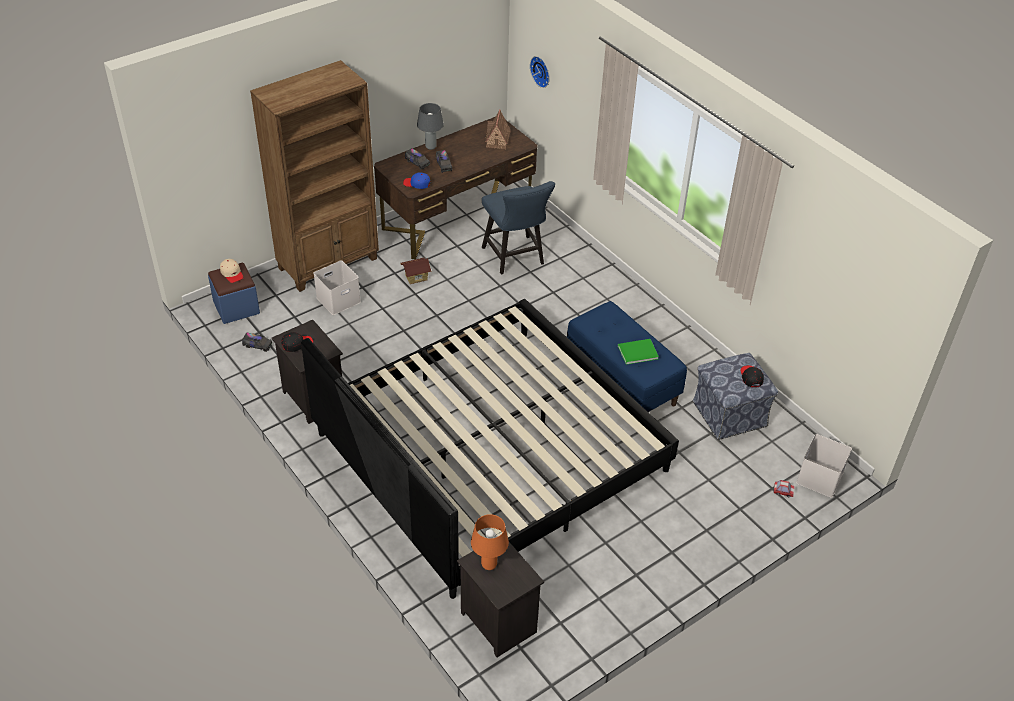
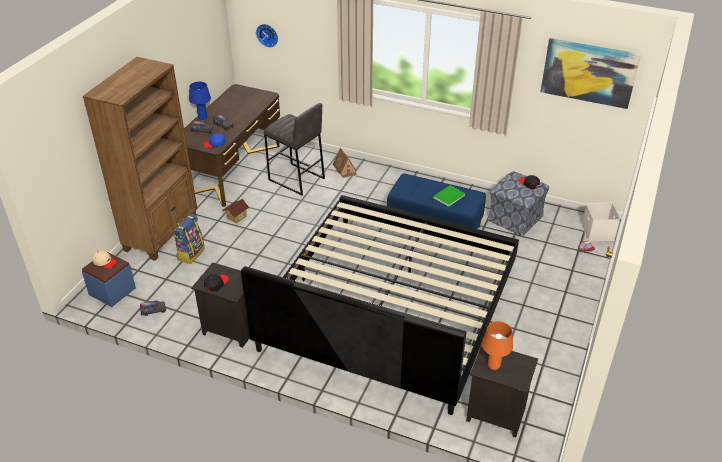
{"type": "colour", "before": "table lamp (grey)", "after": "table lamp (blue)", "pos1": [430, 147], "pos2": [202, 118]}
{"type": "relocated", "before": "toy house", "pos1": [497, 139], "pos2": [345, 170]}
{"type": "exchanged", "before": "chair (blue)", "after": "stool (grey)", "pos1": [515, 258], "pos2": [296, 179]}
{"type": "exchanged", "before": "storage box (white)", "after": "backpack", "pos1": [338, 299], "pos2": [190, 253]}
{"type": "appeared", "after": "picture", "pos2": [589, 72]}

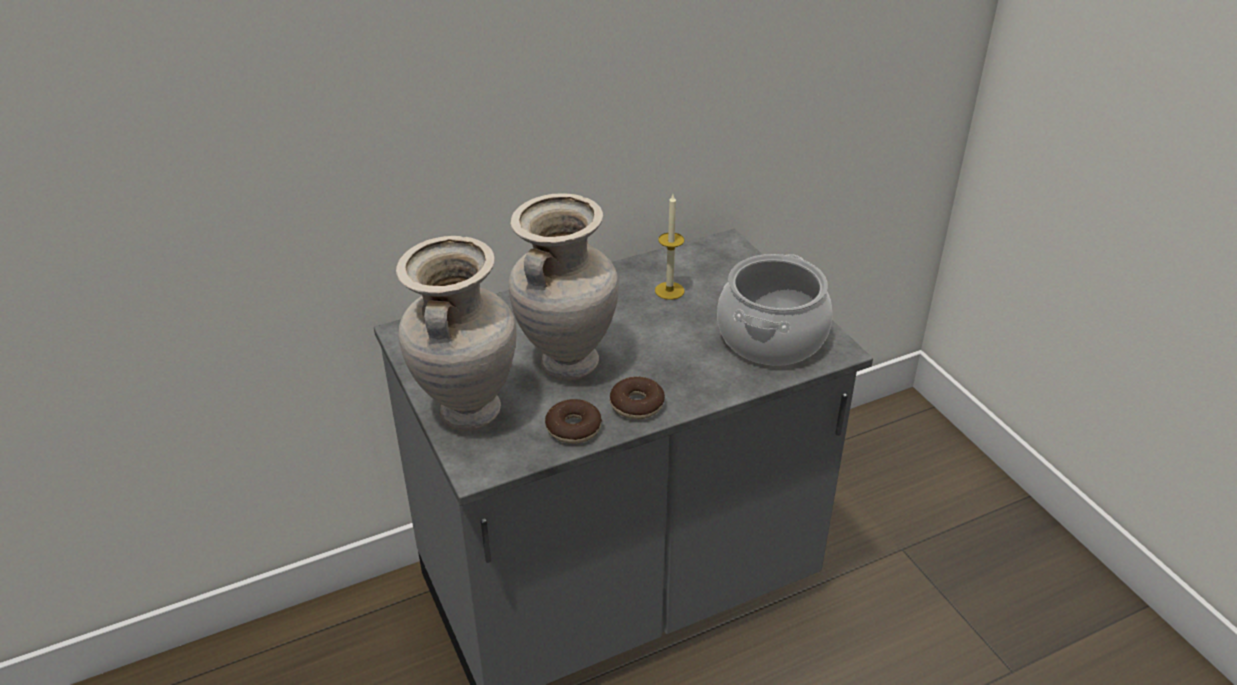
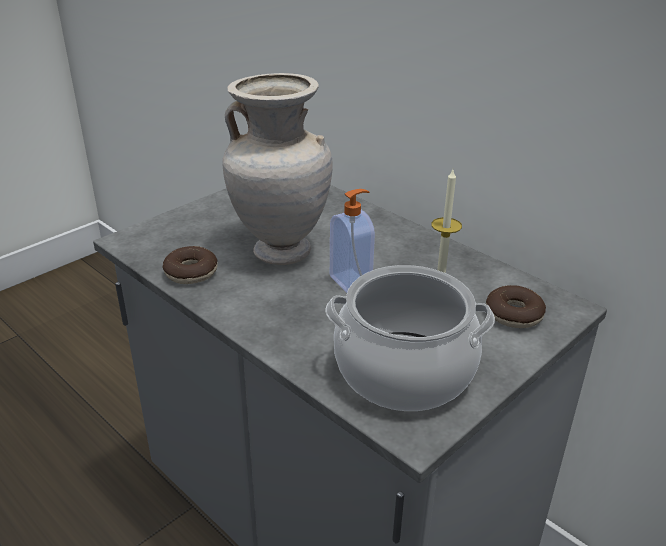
{"type": "missing", "before": "vase (beige)", "pos1": [467, 412]}
{"type": "relocated", "before": "donut", "pos1": [637, 405], "pos2": [513, 315]}
{"type": "appeared", "after": "soap dispenser", "pos2": [352, 281]}

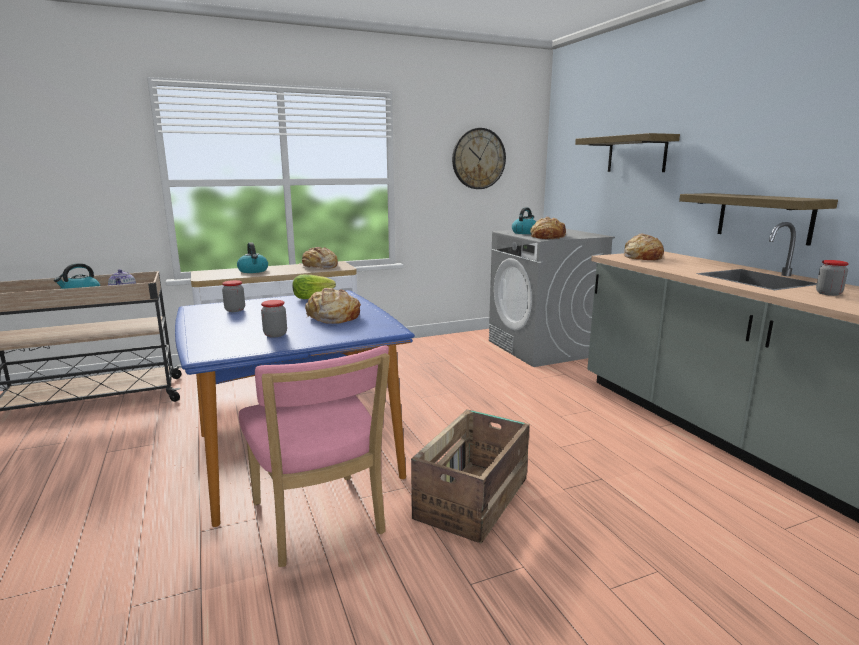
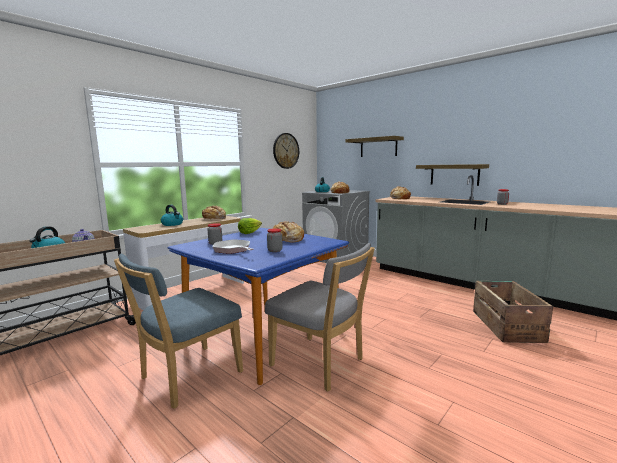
{"type": "colour", "before": "chair (pink)", "after": "chair (grey)", "pos1": [319, 522], "pos2": [320, 364]}
{"type": "relocated", "before": "crate", "pos1": [474, 497], "pos2": [506, 325]}
{"type": "appeared", "after": "frying pan", "pos2": [233, 250]}
{"type": "appeared", "after": "chair (blue)", "pos2": [187, 377]}

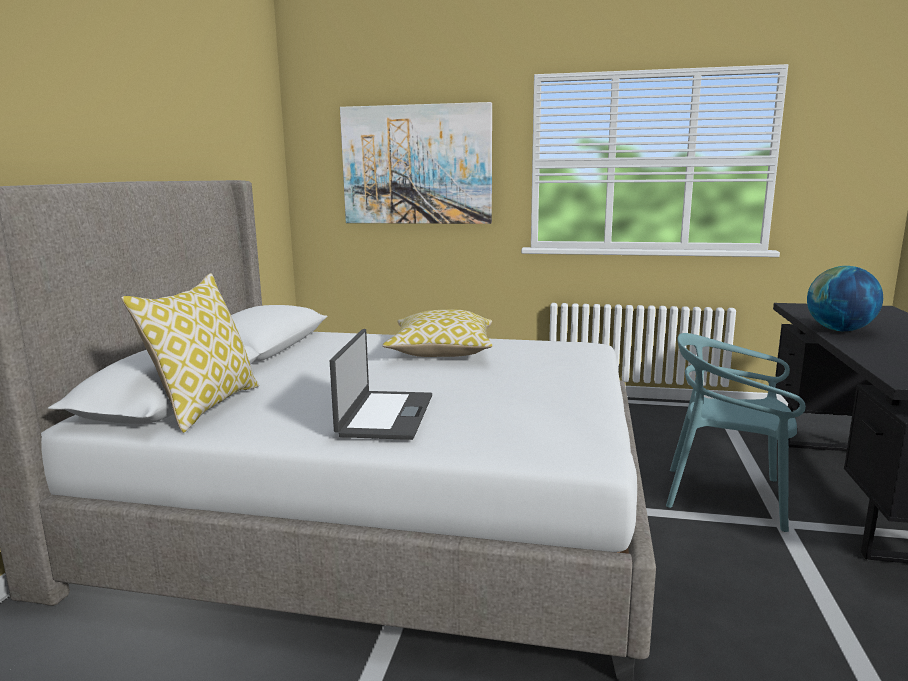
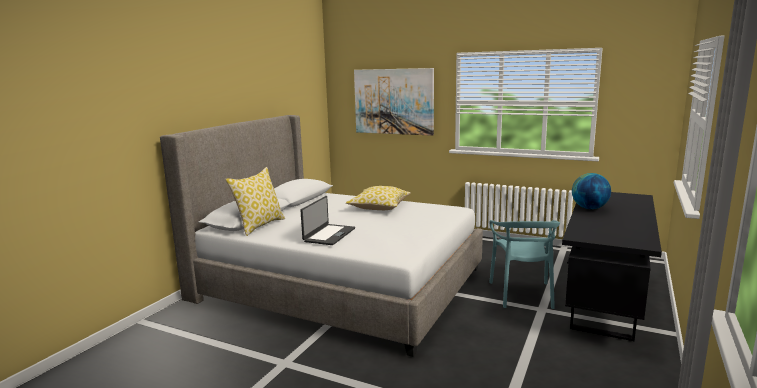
{"type": "spun", "before": "chair (turquoise)", "pos1": [726, 496], "pos2": [522, 294], "turn": -120}

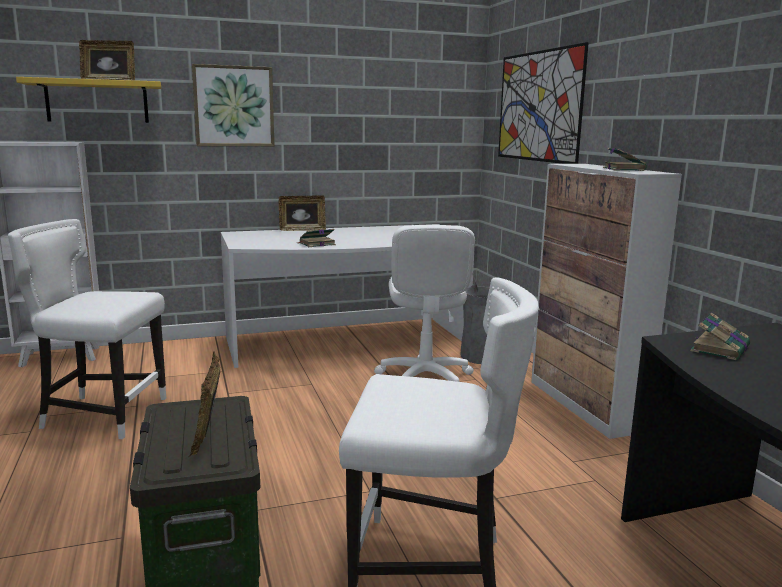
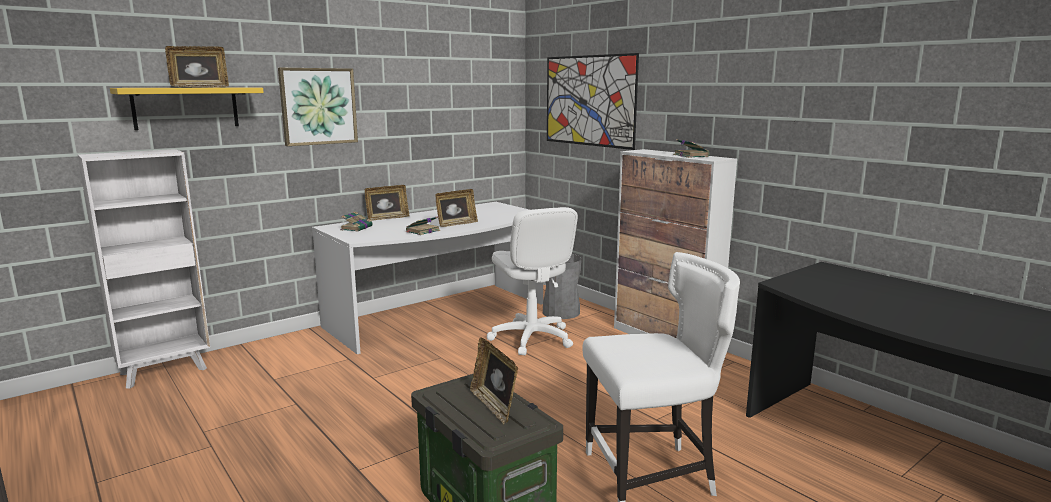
{"type": "missing", "before": "chair (white)", "pos1": [101, 414]}
{"type": "relocated", "before": "book", "pos1": [720, 348], "pos2": [357, 228]}
{"type": "appeared", "after": "picture frame", "pos2": [456, 224]}

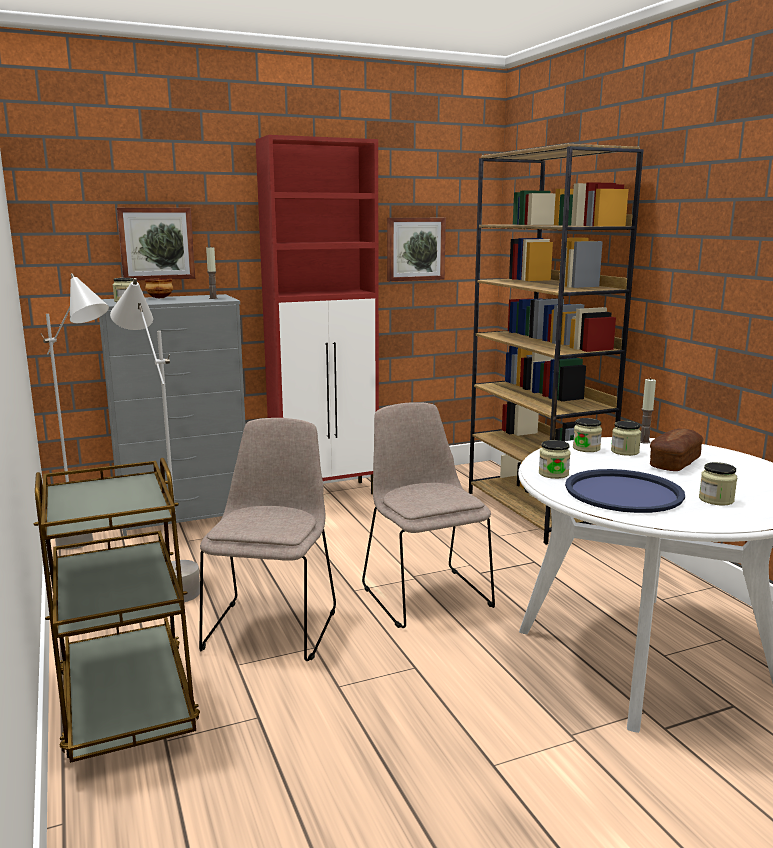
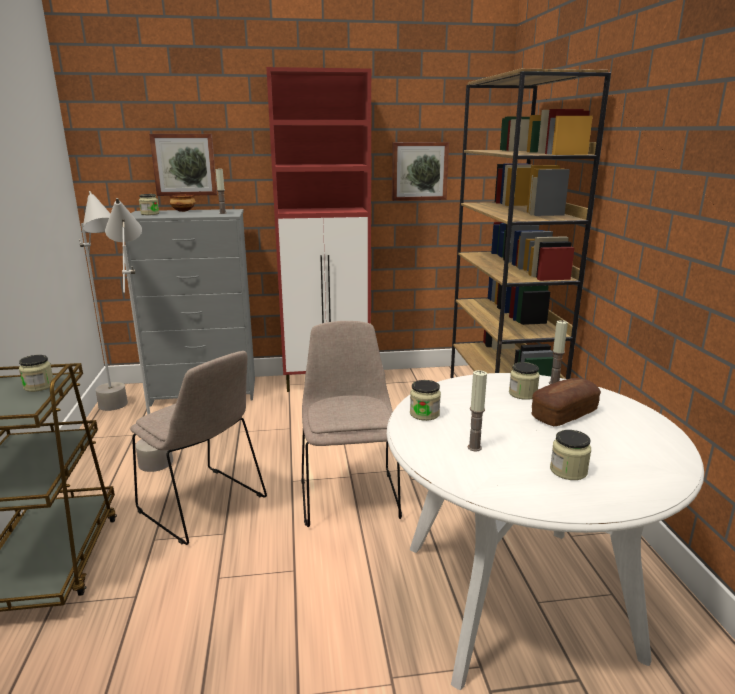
{"type": "spun", "before": "chair (beige)", "pos1": [272, 626], "pos2": [204, 506], "turn": 105}
{"type": "relocated", "before": "jar", "pos1": [586, 448], "pos2": [39, 386]}
{"type": "exchanged", "before": "tray (blue)", "after": "candle", "pos1": [623, 493], "pos2": [474, 447]}

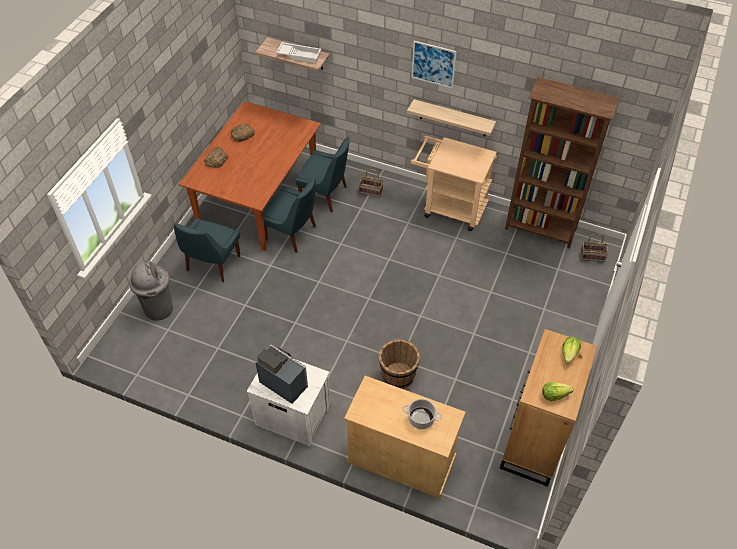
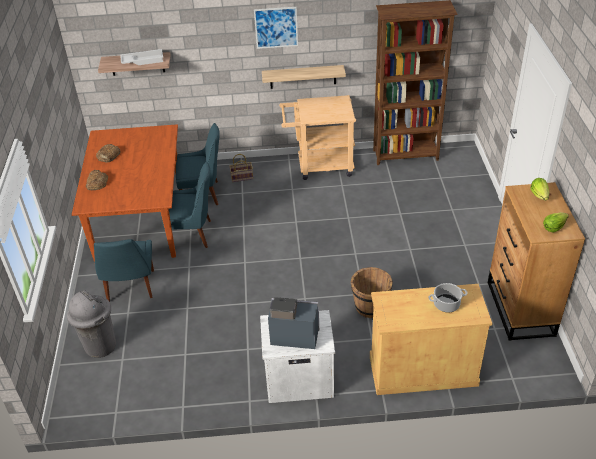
{"type": "missing", "before": "basket", "pos1": [593, 256]}

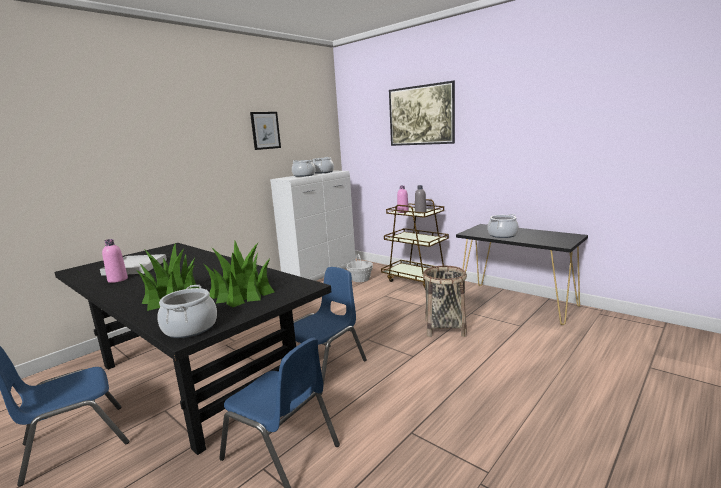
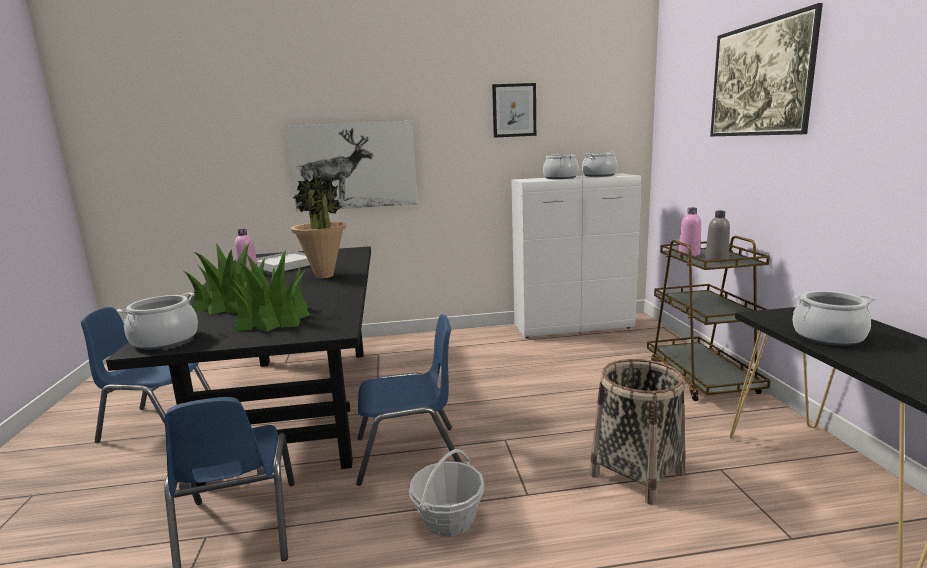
{"type": "relocated", "before": "basket", "pos1": [360, 279], "pos2": [448, 519]}
{"type": "appeared", "after": "picture", "pos2": [354, 166]}
{"type": "appeared", "after": "potted plant", "pos2": [324, 276]}

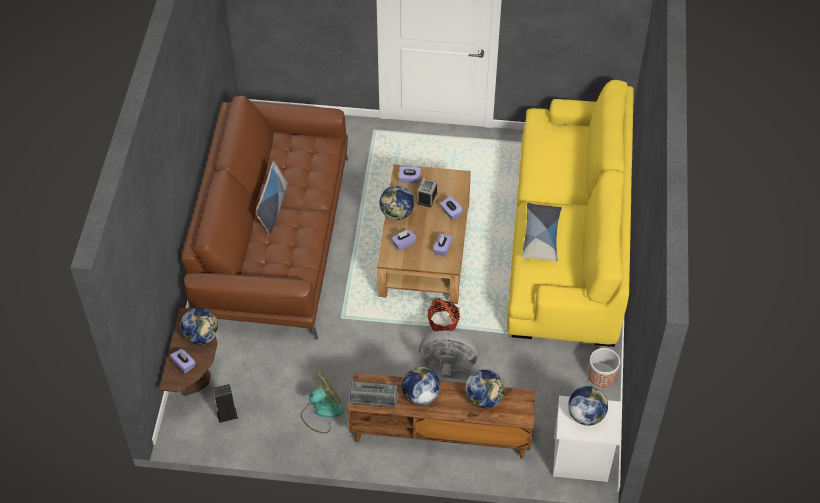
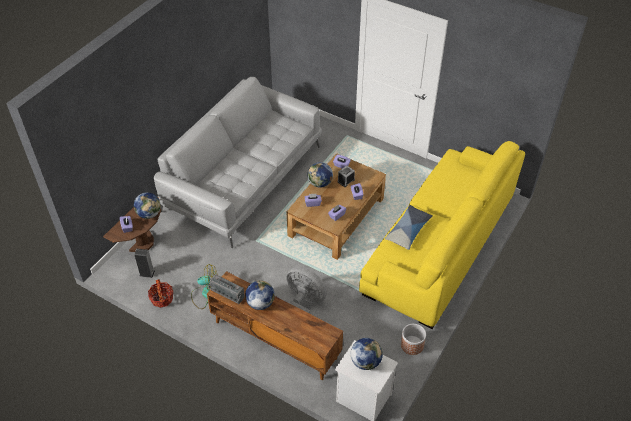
{"type": "colour", "before": "sofa (brown)", "after": "sofa (grey)", "pos1": [274, 237], "pos2": [244, 177]}
{"type": "missing", "before": "pillow", "pos1": [273, 208]}
{"type": "relocated", "before": "basket", "pos1": [443, 322], "pos2": [162, 298]}
{"type": "missing", "before": "globe", "pos1": [484, 398]}

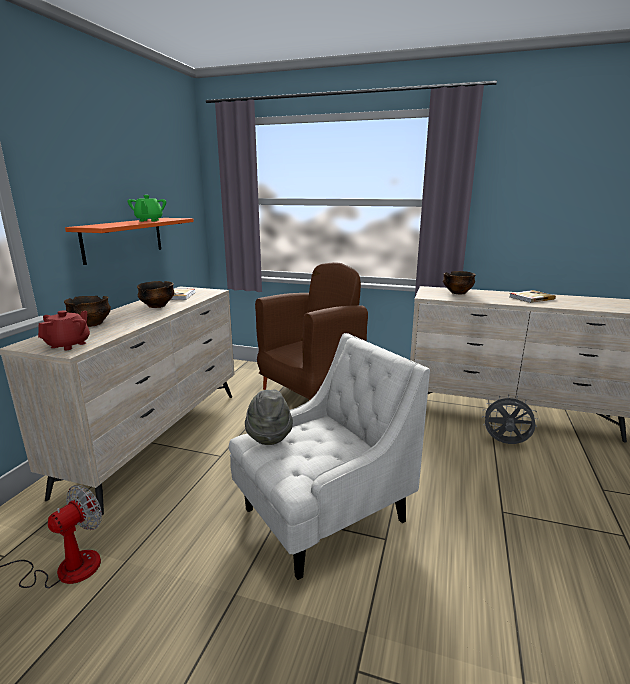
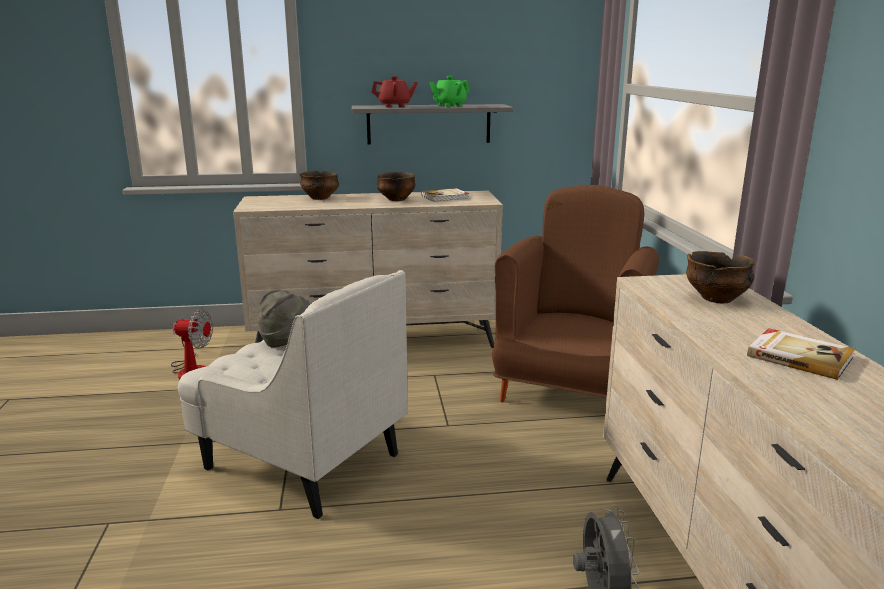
{"type": "colour", "before": "shelf (orange)", "after": "shelf (grey)", "pos1": [123, 239], "pos2": [429, 124]}
{"type": "spun", "before": "armchair (brown)", "pos1": [312, 391], "pos2": [571, 389], "turn": -90}
{"type": "relocated", "before": "teapot (red)", "pos1": [69, 345], "pos2": [395, 106]}

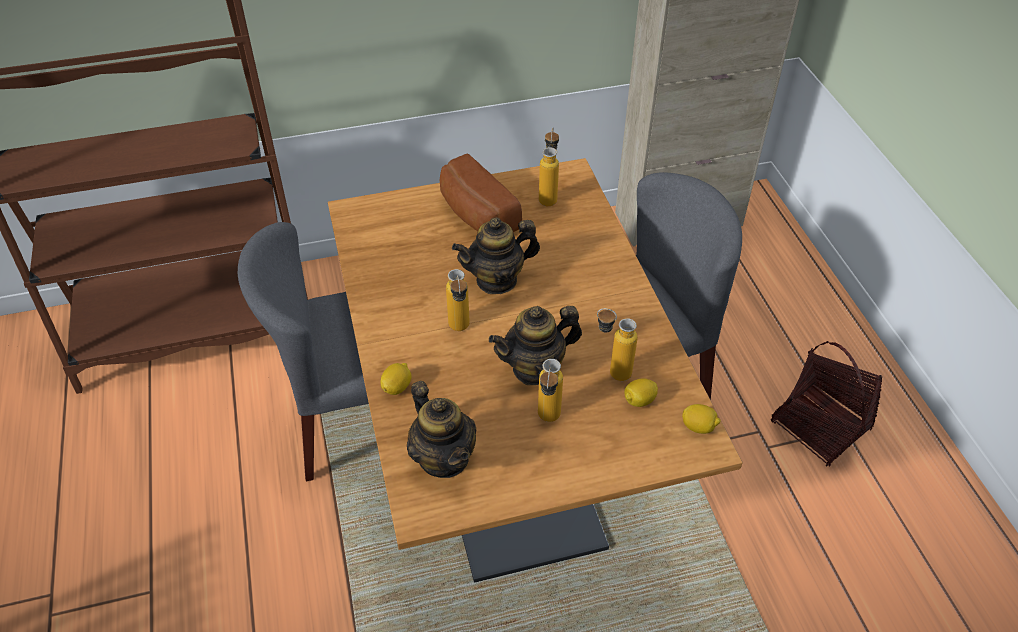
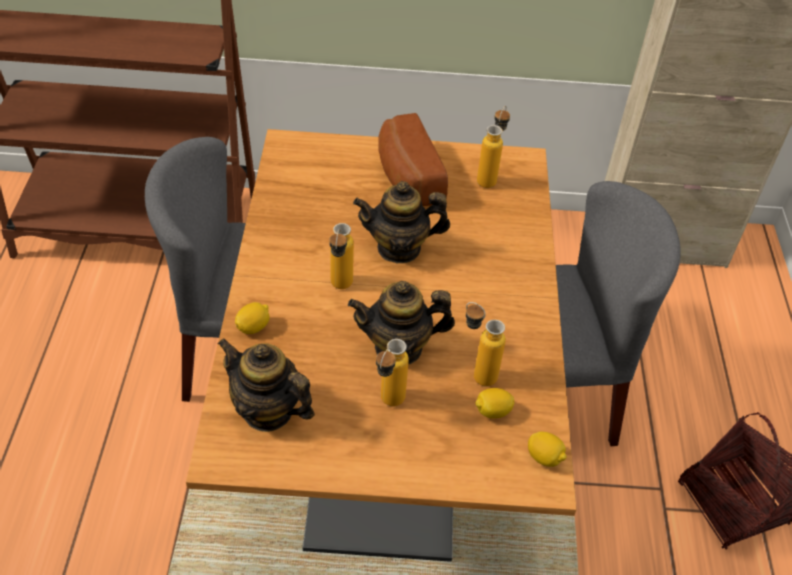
{"type": "spun", "before": "teapot", "pos1": [444, 458], "pos2": [267, 411], "turn": 135}

